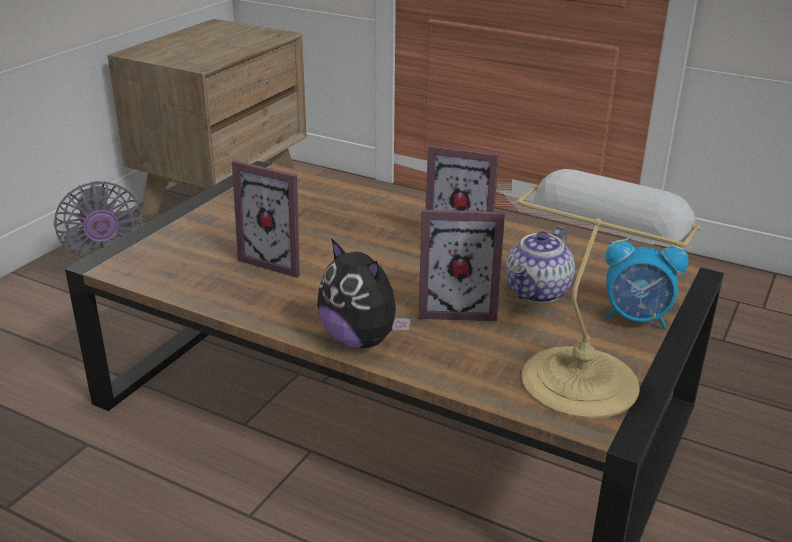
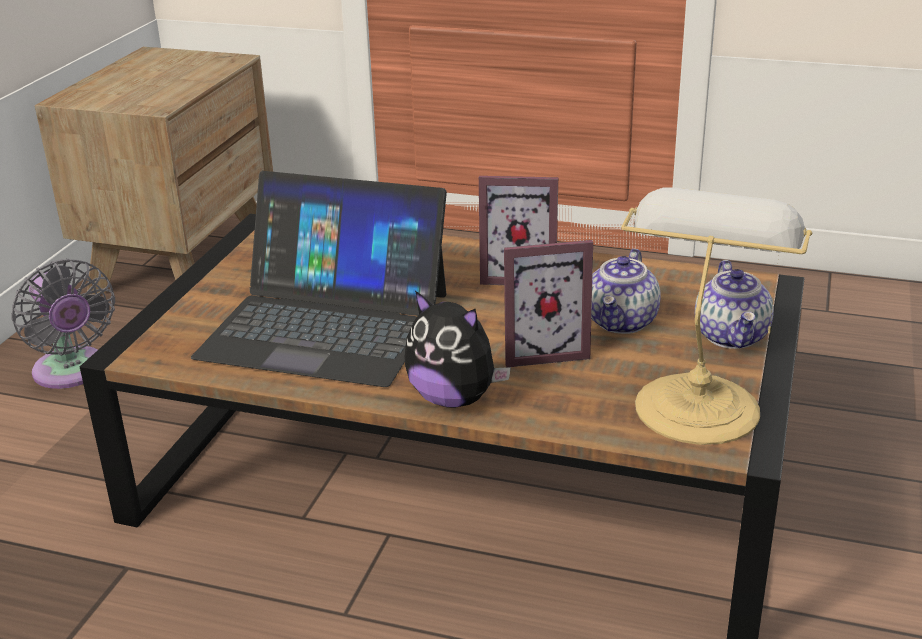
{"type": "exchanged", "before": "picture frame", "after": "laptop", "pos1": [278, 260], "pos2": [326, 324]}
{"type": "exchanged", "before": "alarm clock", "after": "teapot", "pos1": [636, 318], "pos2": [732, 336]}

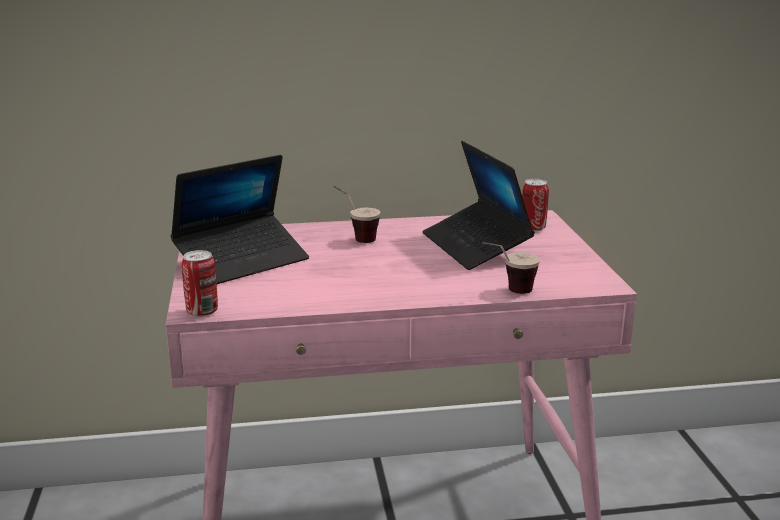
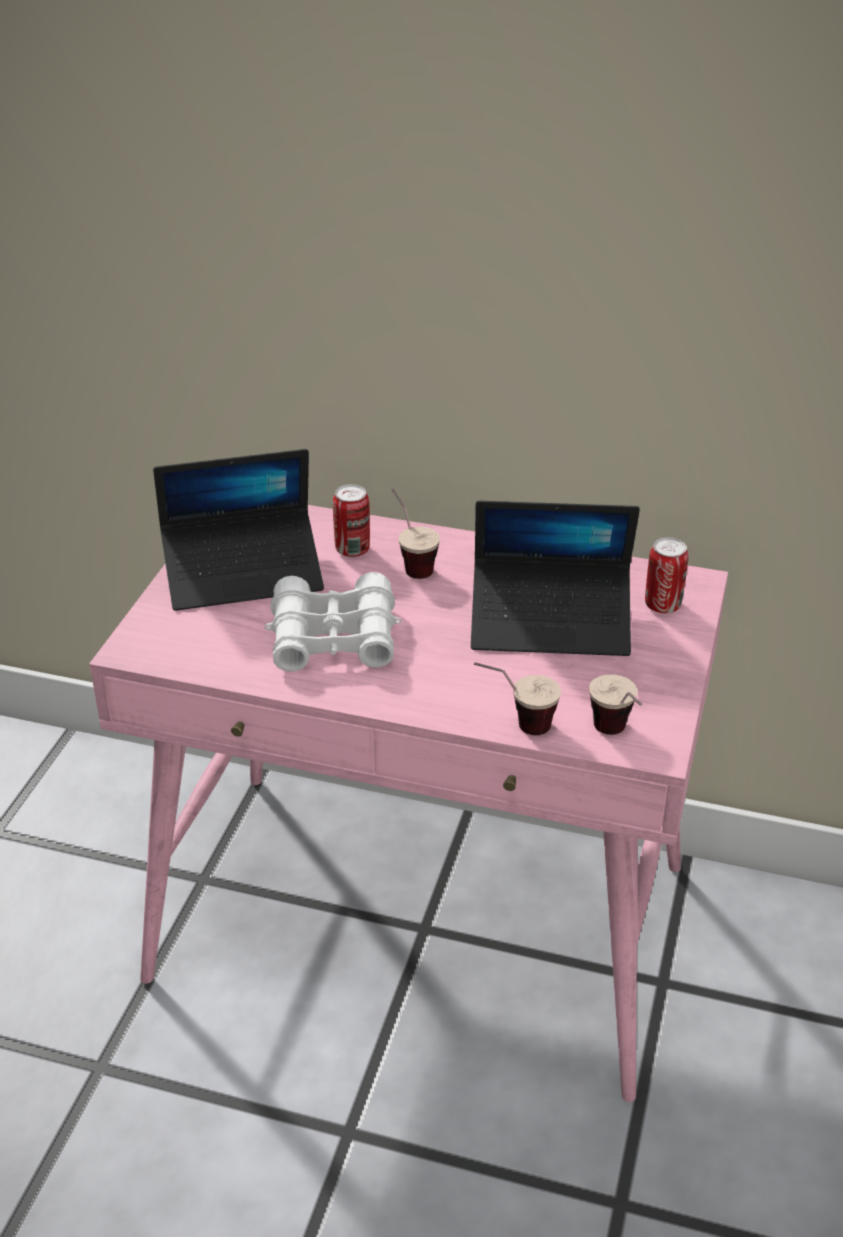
{"type": "spun", "before": "laptop", "pos1": [475, 246], "pos2": [550, 622], "turn": -90}
{"type": "relocated", "before": "can", "pos1": [202, 311], "pos2": [352, 550]}
{"type": "appeared", "after": "binoculars (white)", "pos2": [334, 638]}
{"type": "appeared", "after": "cup", "pos2": [616, 737]}

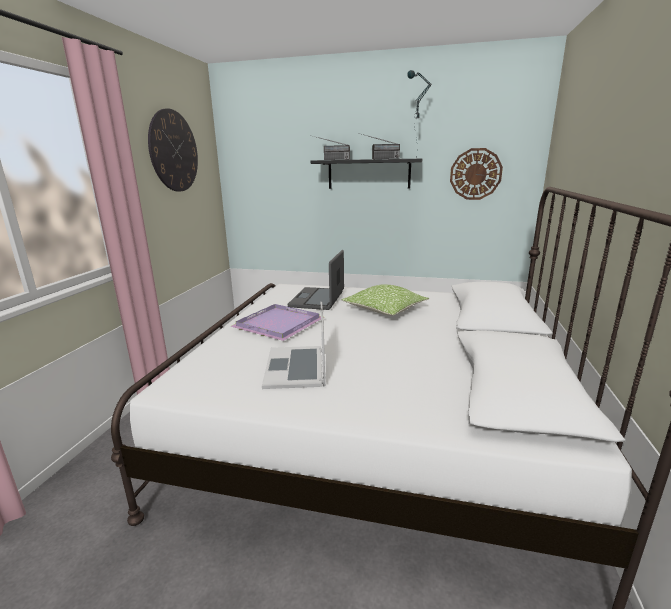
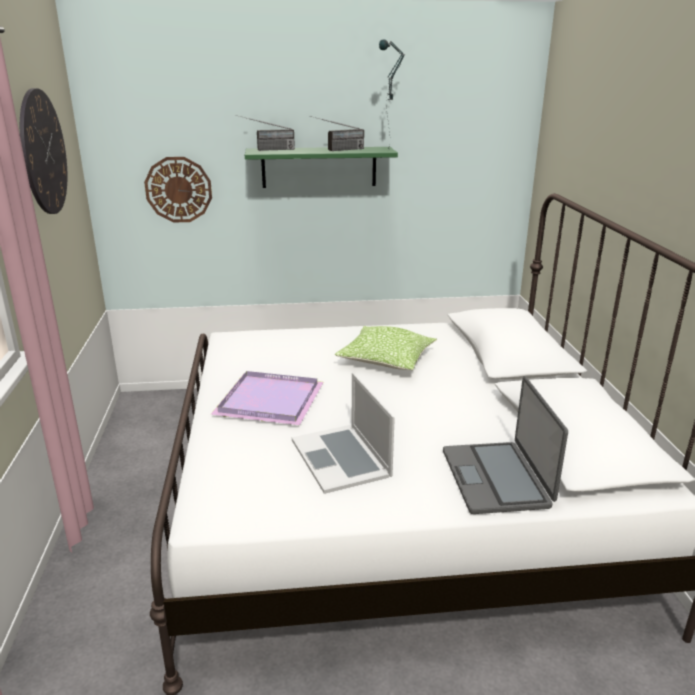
{"type": "relocated", "before": "wall clock", "pos1": [475, 174], "pos2": [178, 189]}
{"type": "colour", "before": "shelf (black)", "after": "shelf (green)", "pos1": [369, 174], "pos2": [319, 167]}
{"type": "relocated", "before": "laptop", "pos1": [318, 299], "pos2": [496, 478]}

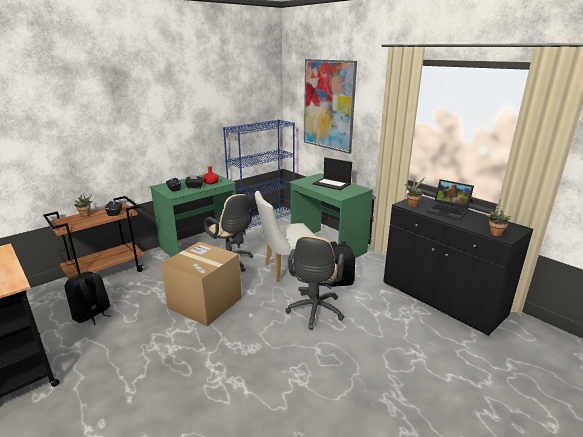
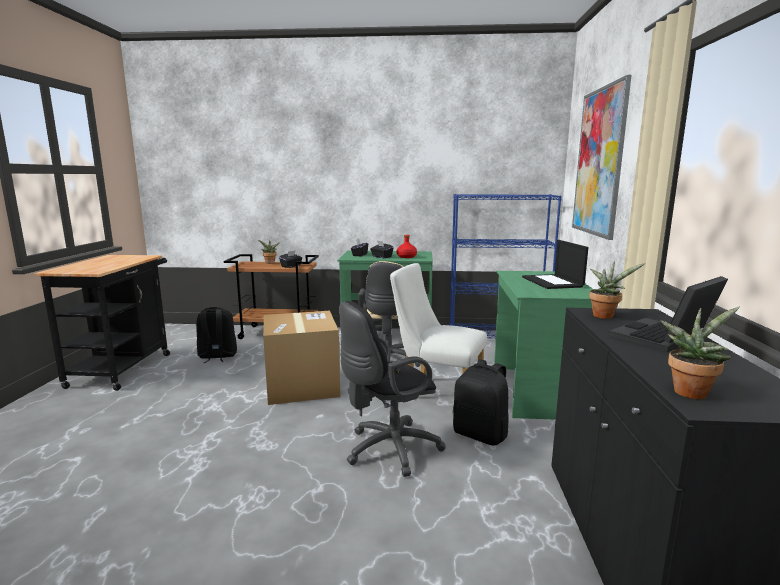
{"type": "spun", "before": "laptop", "pos1": [448, 211], "pos2": [663, 338], "turn": 60}
{"type": "colour", "before": "office chair (beige)", "after": "office chair (black)", "pos1": [314, 312], "pos2": [388, 450]}

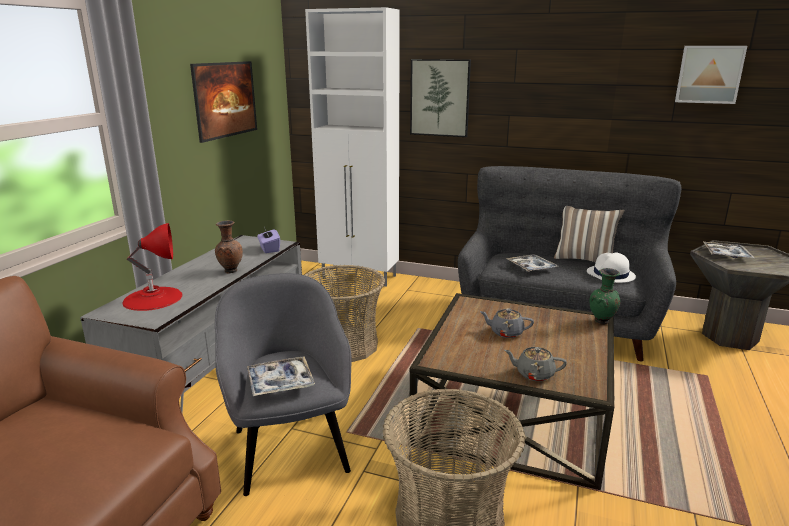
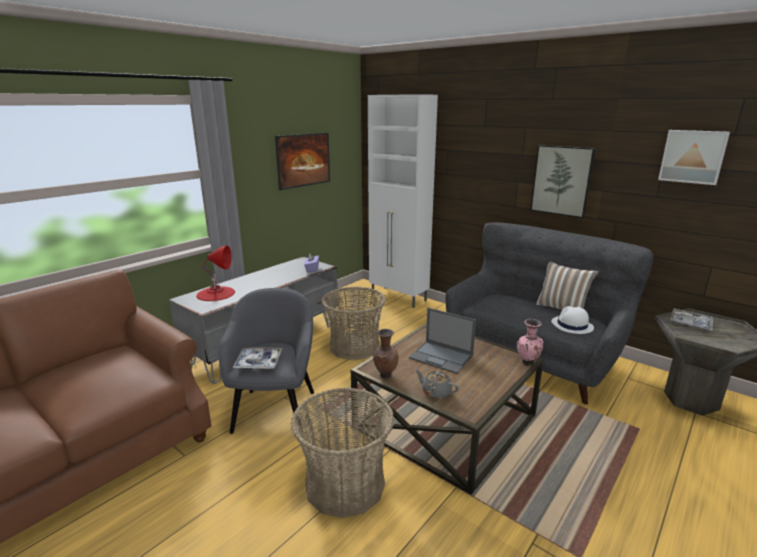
{"type": "relocated", "before": "picture", "pos1": [440, 98], "pos2": [561, 180]}
{"type": "relocated", "before": "vase (brown)", "pos1": [230, 271], "pos2": [385, 375]}
{"type": "missing", "before": "tray", "pos1": [531, 267]}
{"type": "colour", "before": "vase (green)", "after": "vase (pink)", "pos1": [602, 322], "pos2": [527, 363]}
{"type": "exchanged", "before": "teapot (grey)", "after": "laptop", "pos1": [505, 332], "pos2": [442, 357]}

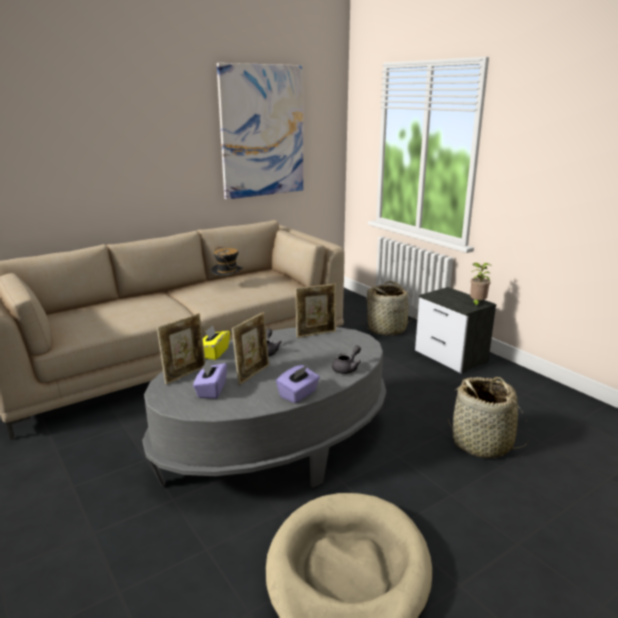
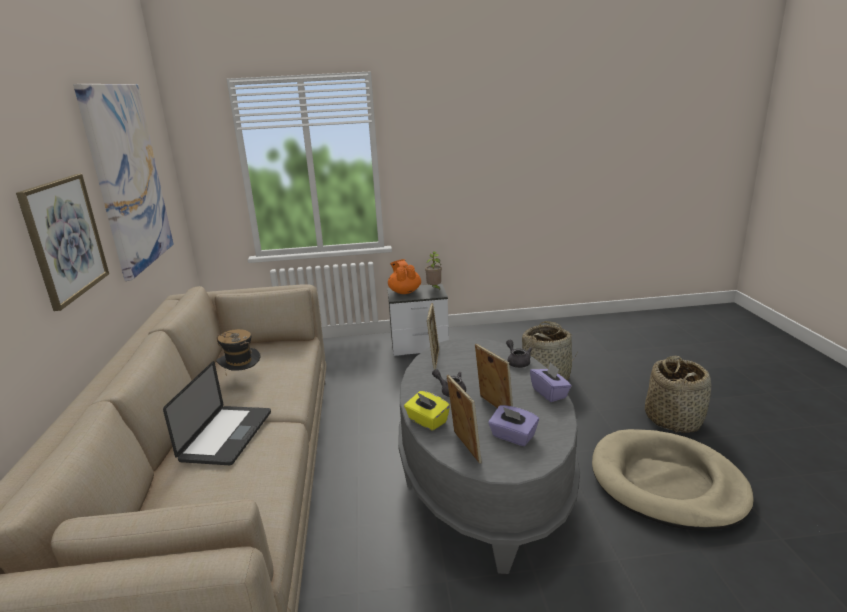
{"type": "relocated", "before": "basket", "pos1": [387, 329], "pos2": [674, 419]}
{"type": "appeared", "after": "picture", "pos2": [65, 238]}
{"type": "appeared", "after": "teapot (orange)", "pos2": [404, 292]}
{"type": "appeared", "after": "laptop", "pos2": [227, 436]}

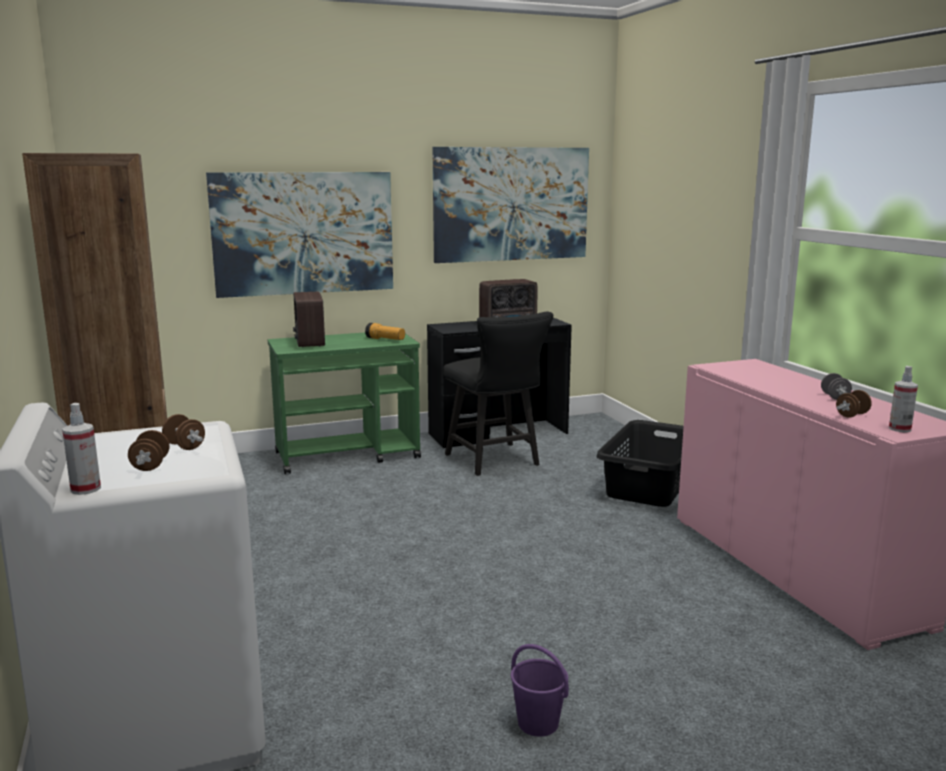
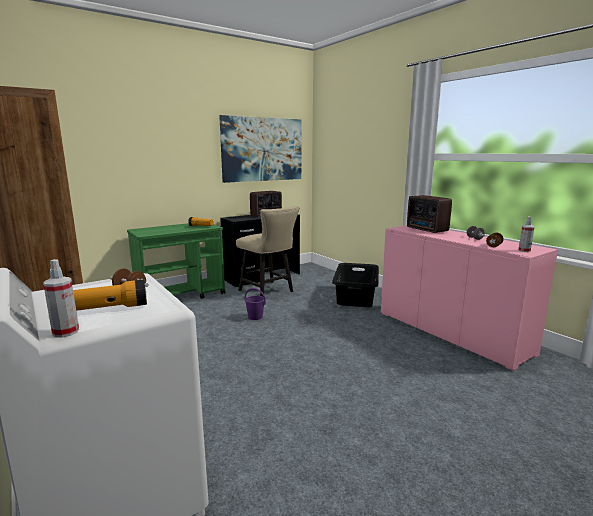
{"type": "missing", "before": "picture", "pos1": [304, 233]}
{"type": "relocated", "before": "radio", "pos1": [309, 343], "pos2": [427, 230]}
{"type": "colour", "before": "chair (black)", "after": "chair (beige)", "pos1": [496, 461], "pos2": [268, 292]}
{"type": "exchanged", "before": "dumbbell (brown)", "after": "flashlight", "pos1": [150, 465], "pos2": [112, 308]}
{"type": "relocated", "before": "bucket (purple)", "pos1": [537, 723], "pos2": [255, 317]}

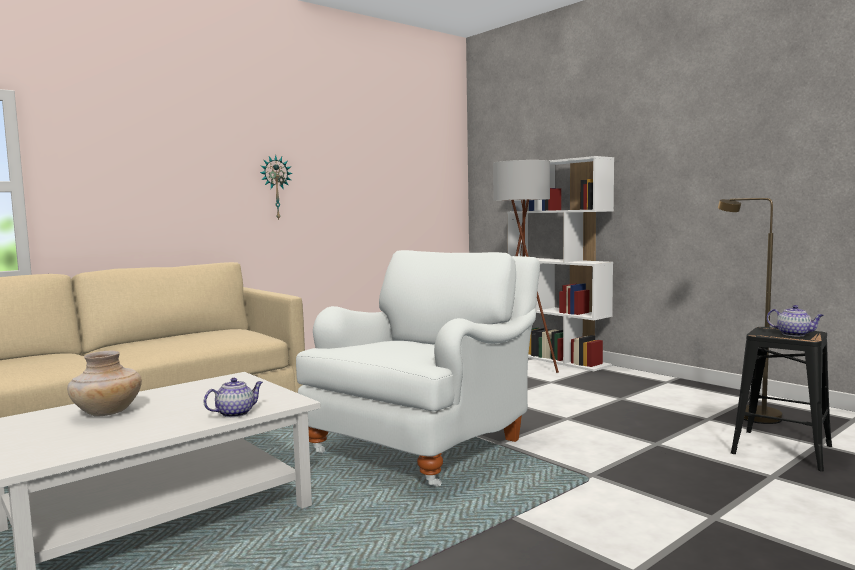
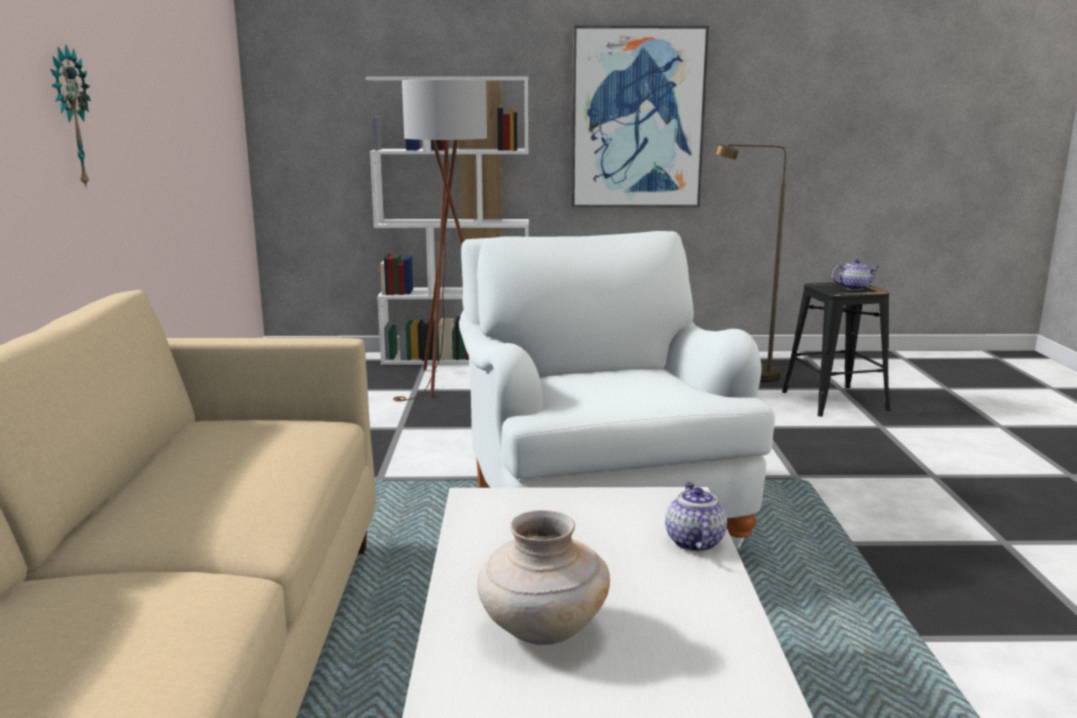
{"type": "appeared", "after": "picture", "pos2": [637, 118]}

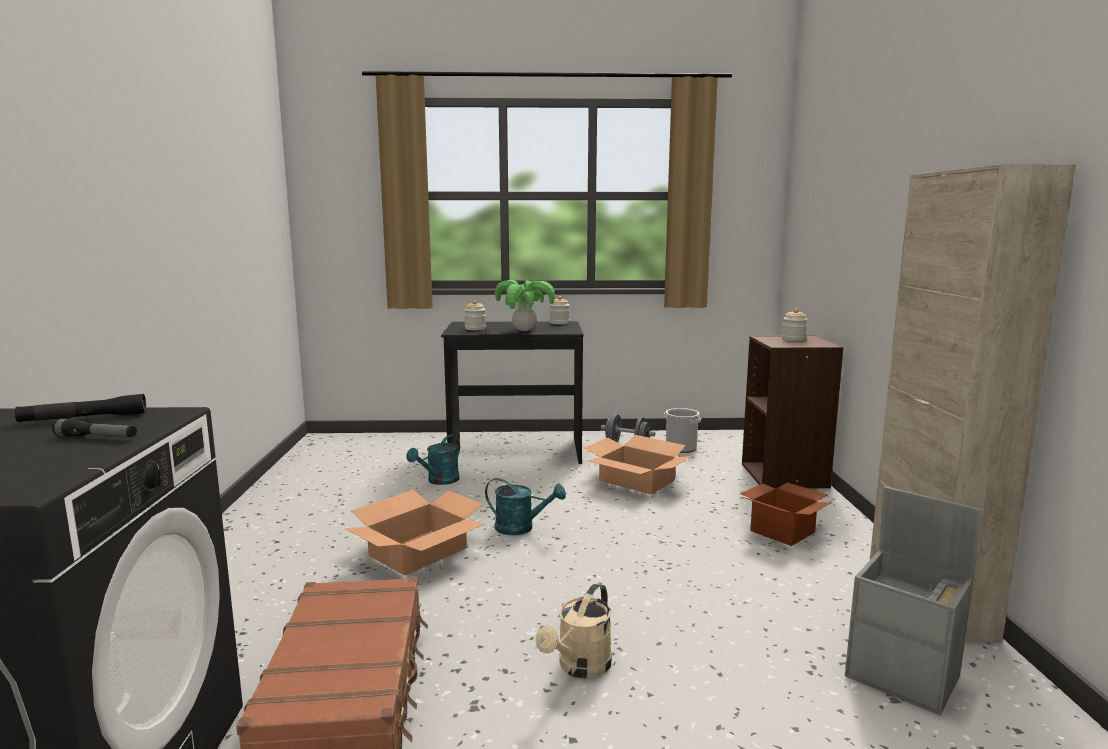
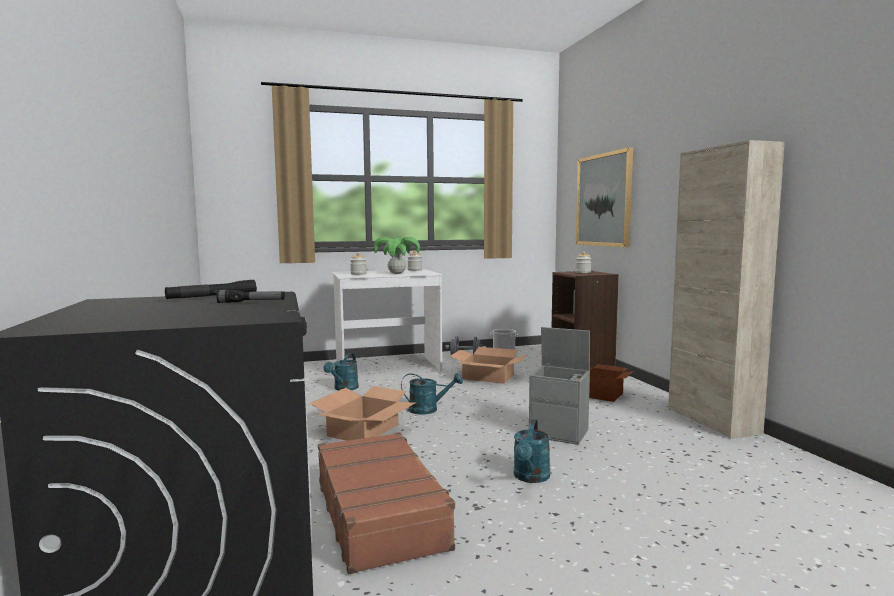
{"type": "colour", "before": "desk (black)", "after": "desk (white)", "pos1": [515, 451], "pos2": [387, 367]}
{"type": "relocated", "before": "storage box (grey)", "pos1": [905, 676], "pos2": [560, 433]}
{"type": "colour", "before": "watering can (beige)", "after": "watering can (turquoise)", "pos1": [580, 668], "pos2": [530, 478]}
{"type": "appeared", "after": "picture", "pos2": [603, 200]}

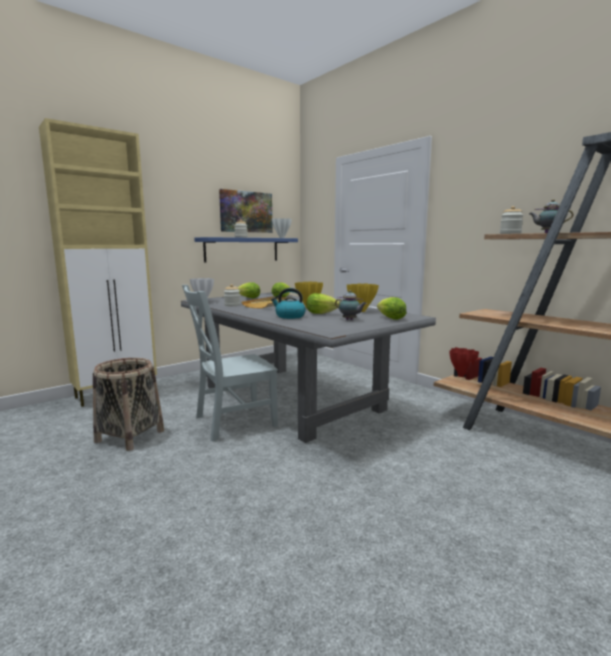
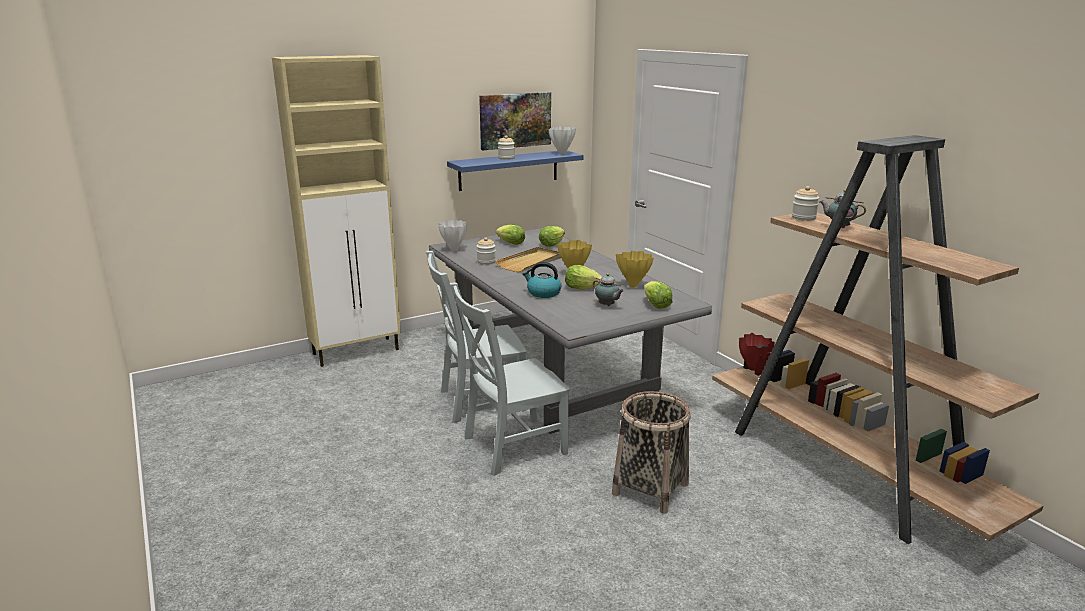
{"type": "relocated", "before": "basket", "pos1": [129, 436], "pos2": [650, 489]}
{"type": "appeared", "after": "chair (grey)", "pos2": [510, 446]}

